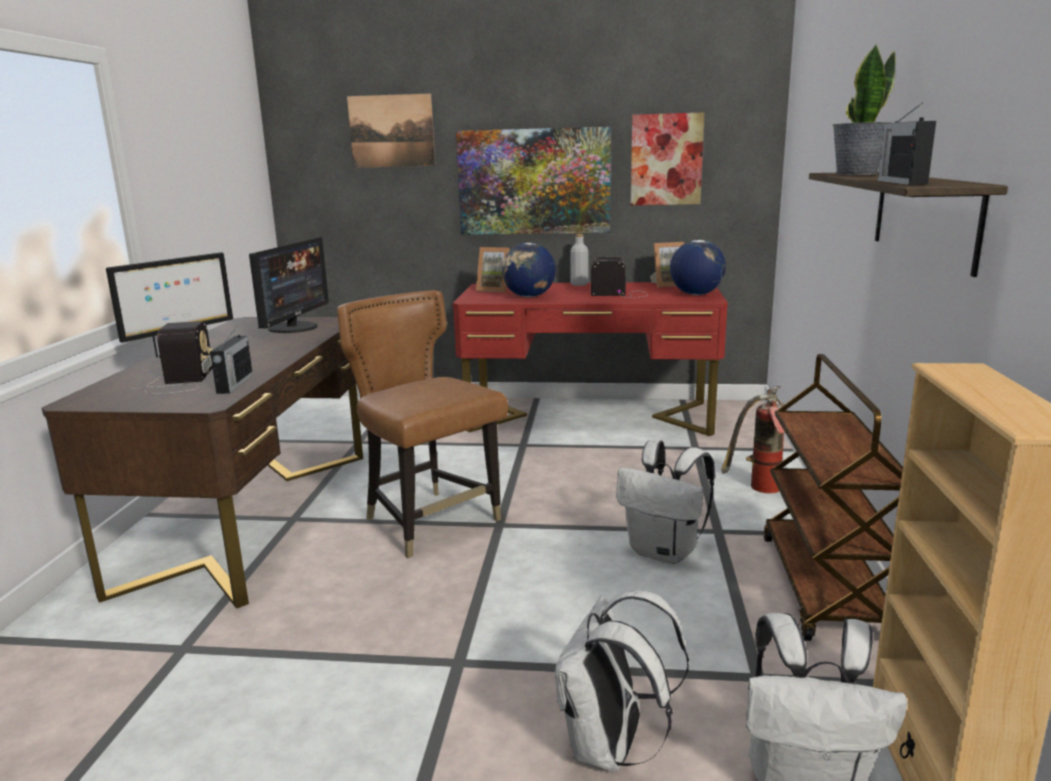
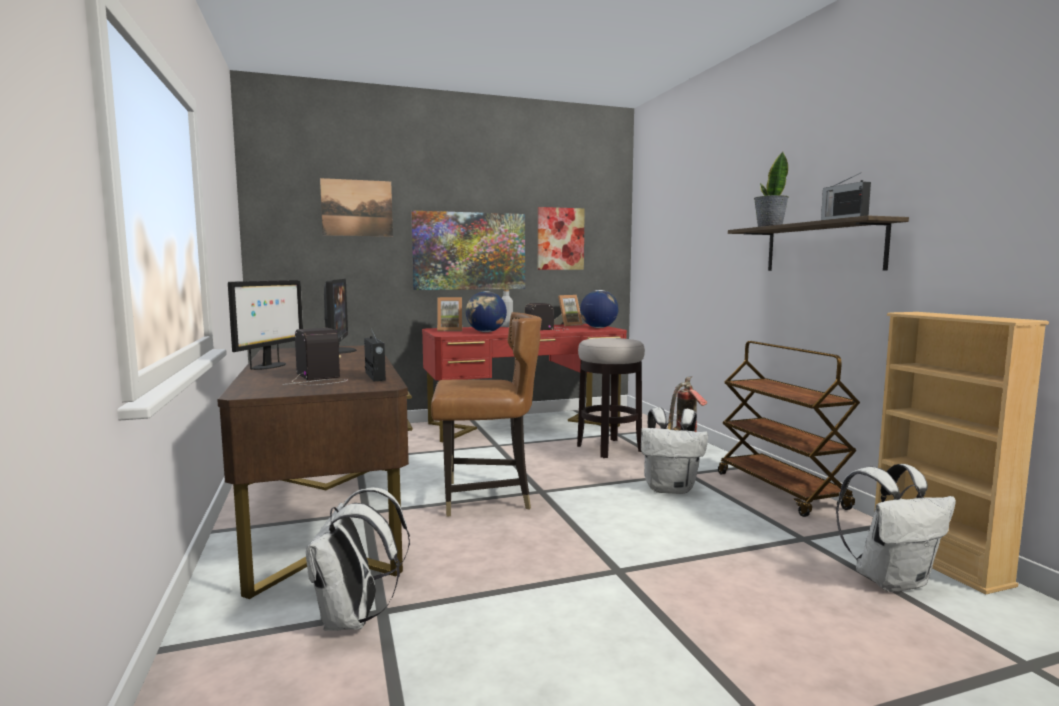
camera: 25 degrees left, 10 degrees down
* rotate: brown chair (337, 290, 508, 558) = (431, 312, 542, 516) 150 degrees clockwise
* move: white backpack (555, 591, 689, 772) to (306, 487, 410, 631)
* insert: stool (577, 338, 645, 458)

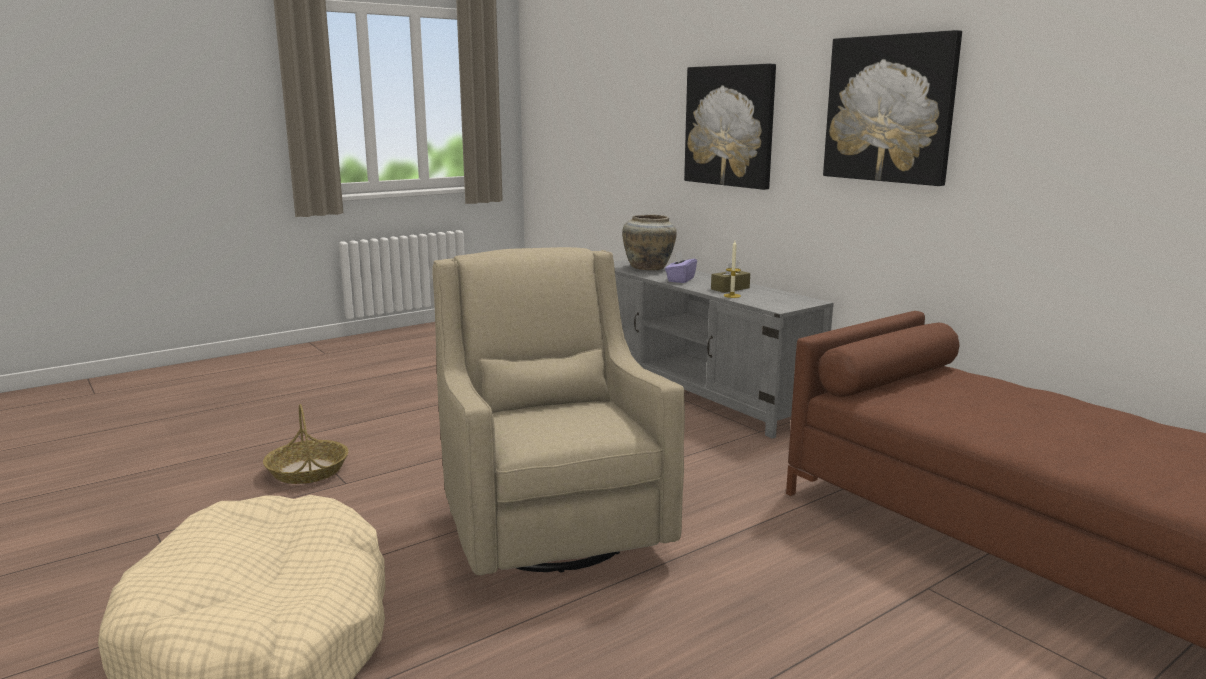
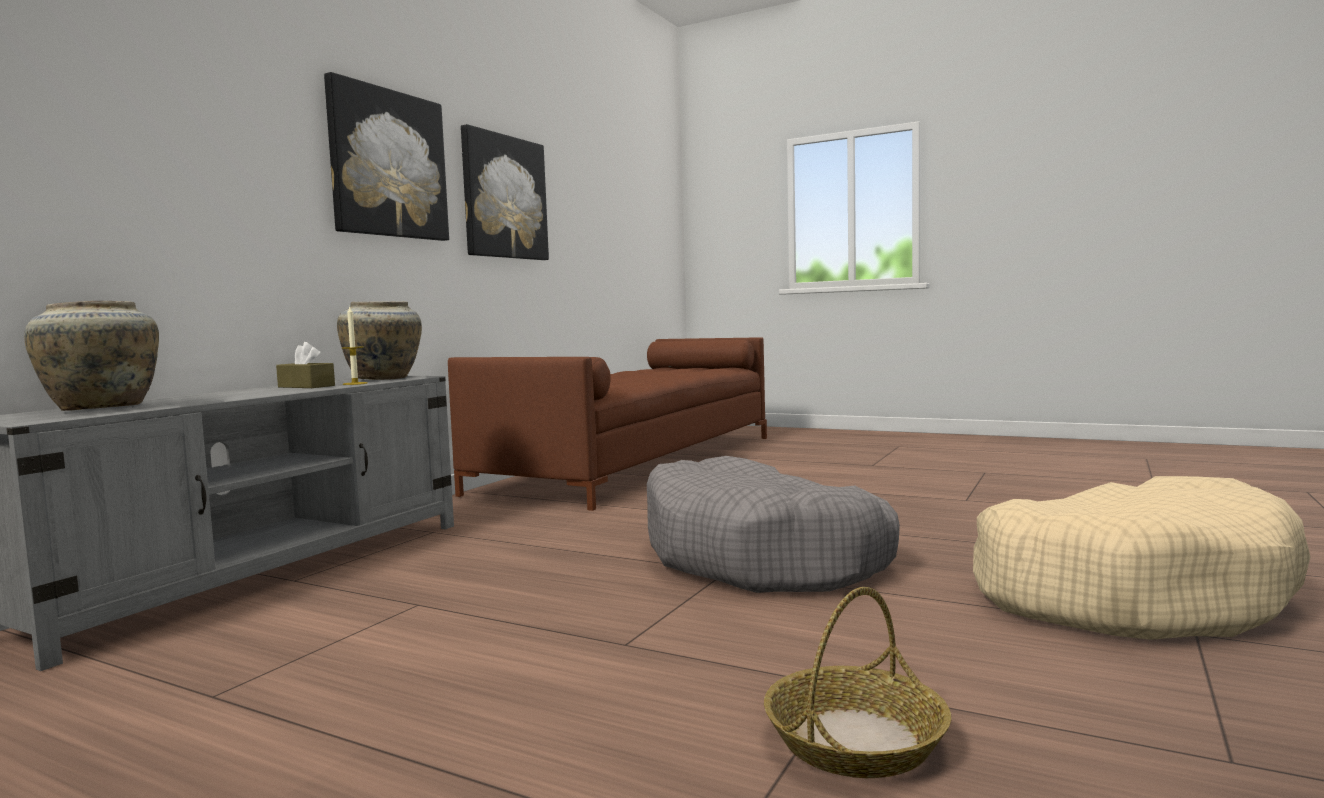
camera: 115 degrees left, 10 degrees down
* move: picture (684, 64, 776, 190) to (461, 124, 549, 260)
* replace: beige armchair (432, 247, 685, 575) to grey dog bed (647, 456, 900, 593)
* delete: purple tissue box (665, 251, 697, 283)
* insert: beige vase (337, 301, 422, 380)

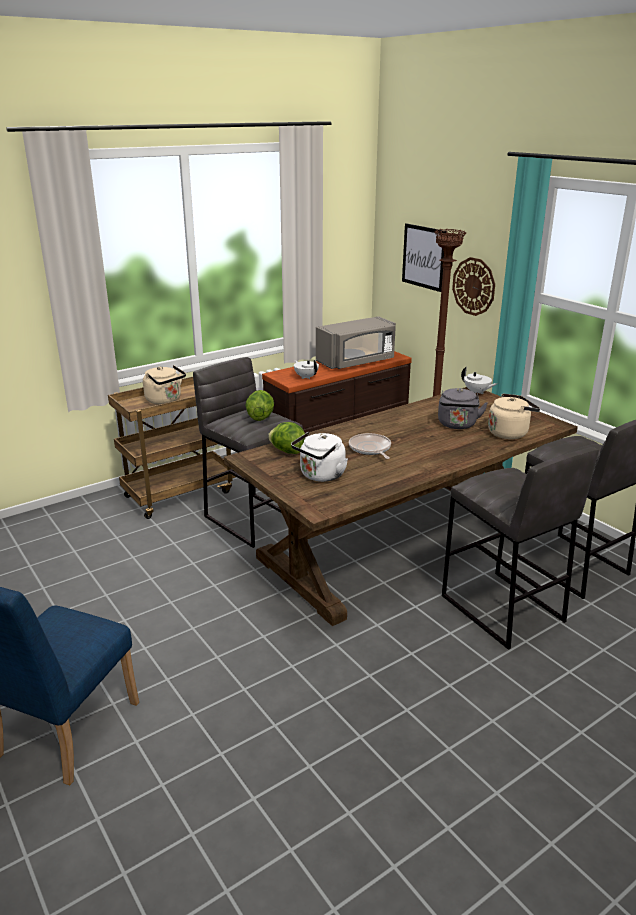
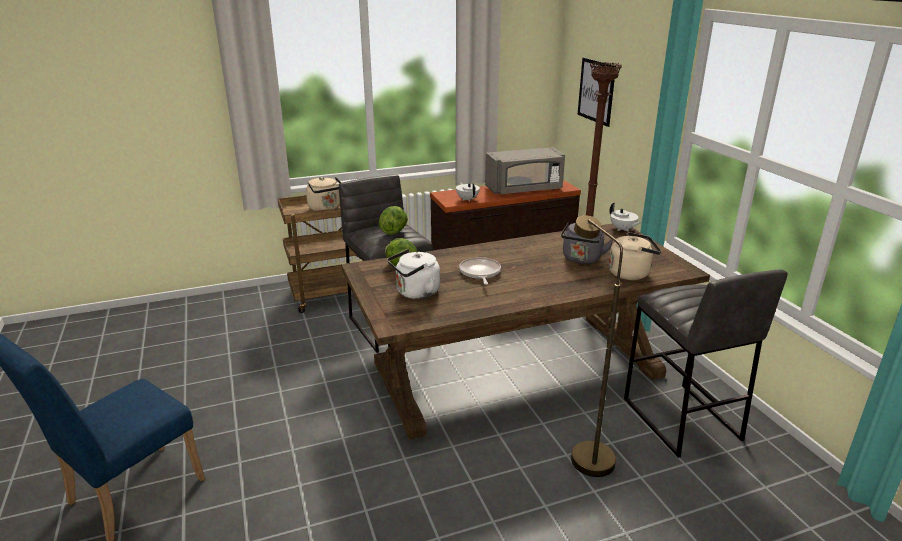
camera: 15 degrees right, 0 degrees up
* delete: wall clock (452, 257, 495, 316)
* replace: grey stool (442, 447, 599, 650) to brown floor lamp (571, 215, 623, 477)

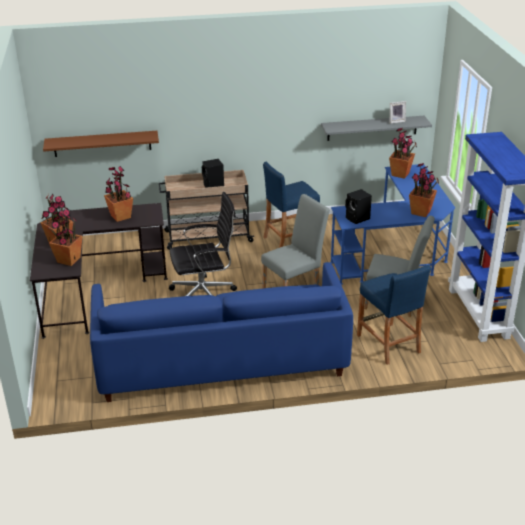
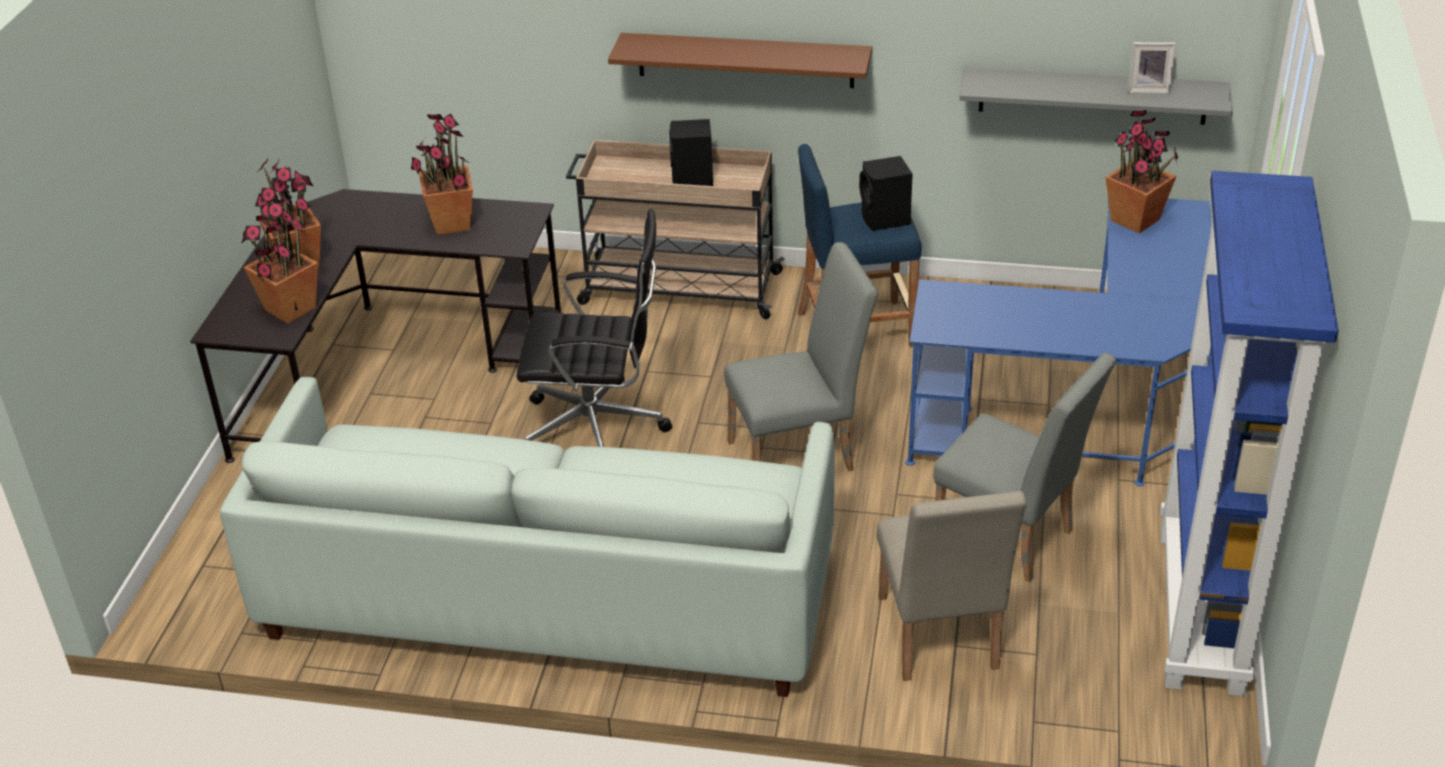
camera: 20 degrees right, 5 degrees up
* move: brown shelf (43, 131, 159, 157) to (608, 33, 872, 88)
* delete: potted plant (409, 163, 439, 217)
* move: black speaker (345, 189, 372, 224) to (859, 156, 913, 231)
* recolor: blue sofa (90, 262, 353, 402) to white sofa (220, 377, 834, 697)
* replace: blue stool (357, 265, 431, 365) to beige chair (877, 491, 1026, 681)

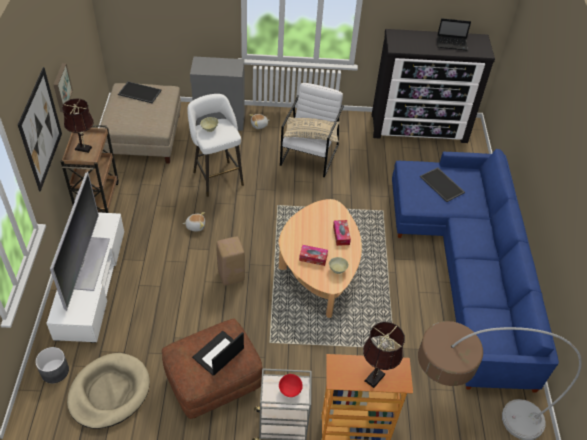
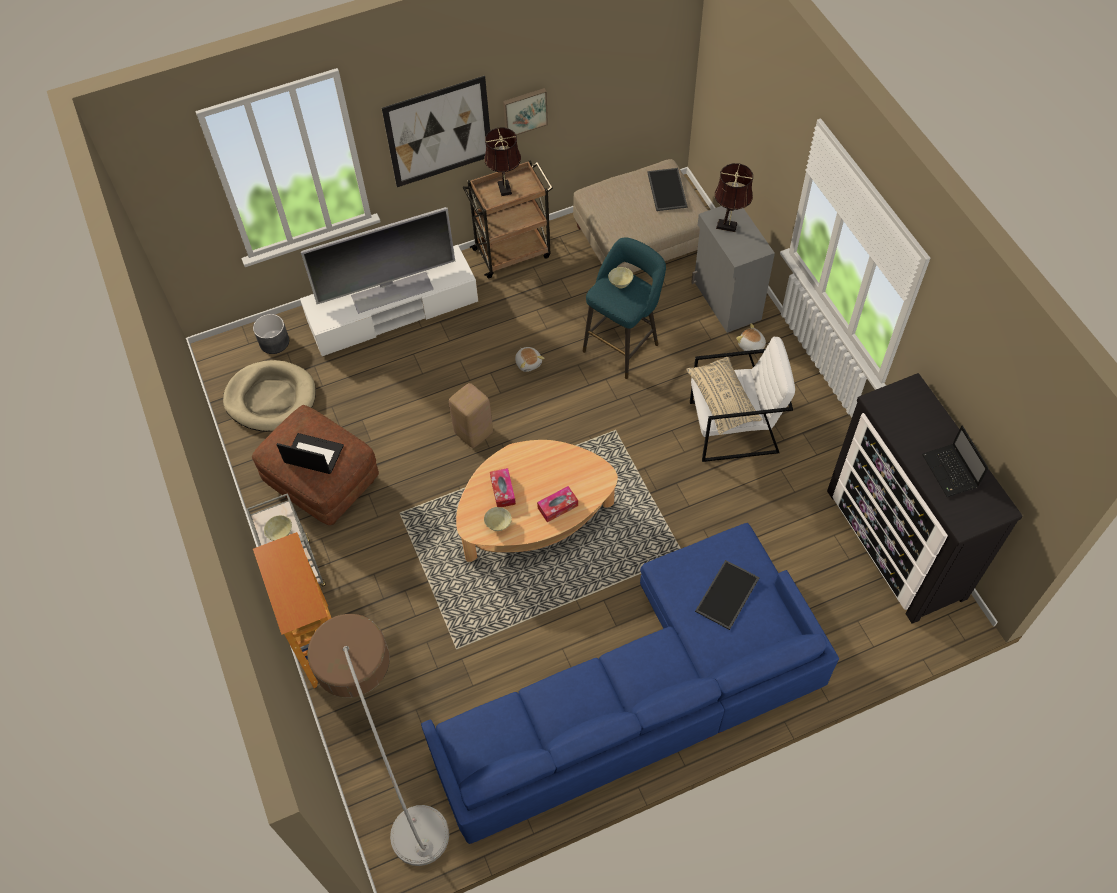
camera: 70 degrees right, 10 degrees up
* recolor: white stool (187, 94, 244, 197) to turquoise stool (583, 237, 666, 379)
* move: brown table lamp (363, 322, 405, 388) to (715, 163, 753, 232)
* recolor: red bowl (279, 374, 303, 397) to beige bowl (264, 515, 292, 541)

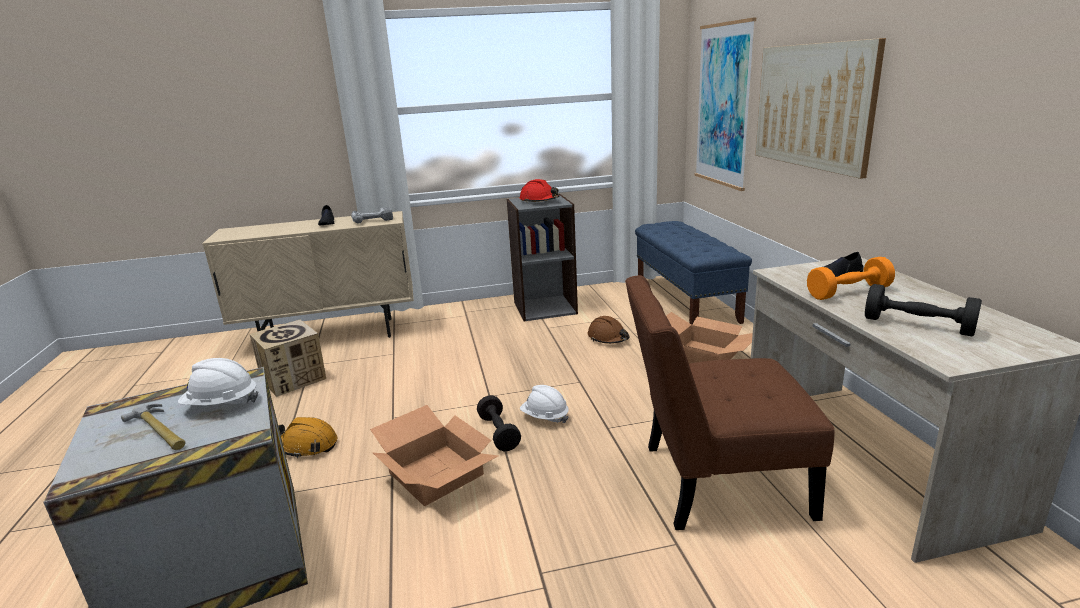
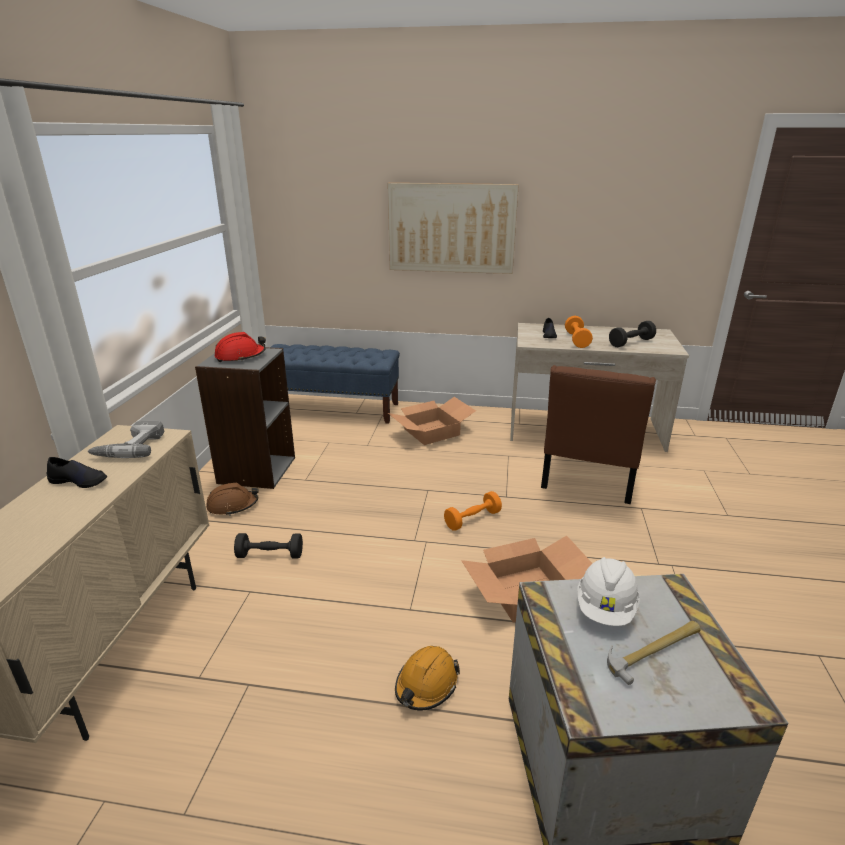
camera: 70 degrees left, 5 degrees up
* delete: picture (694, 17, 756, 191)
* move: brown hard hat (588, 316, 630, 344) to (206, 483, 259, 516)
* delete: cardboard box (249, 319, 326, 397)
* replace: white hard hat (520, 385, 569, 423) to orange dumbbell (444, 491, 502, 531)
* move: black dumbbell (477, 395, 521, 451) to (234, 533, 303, 559)

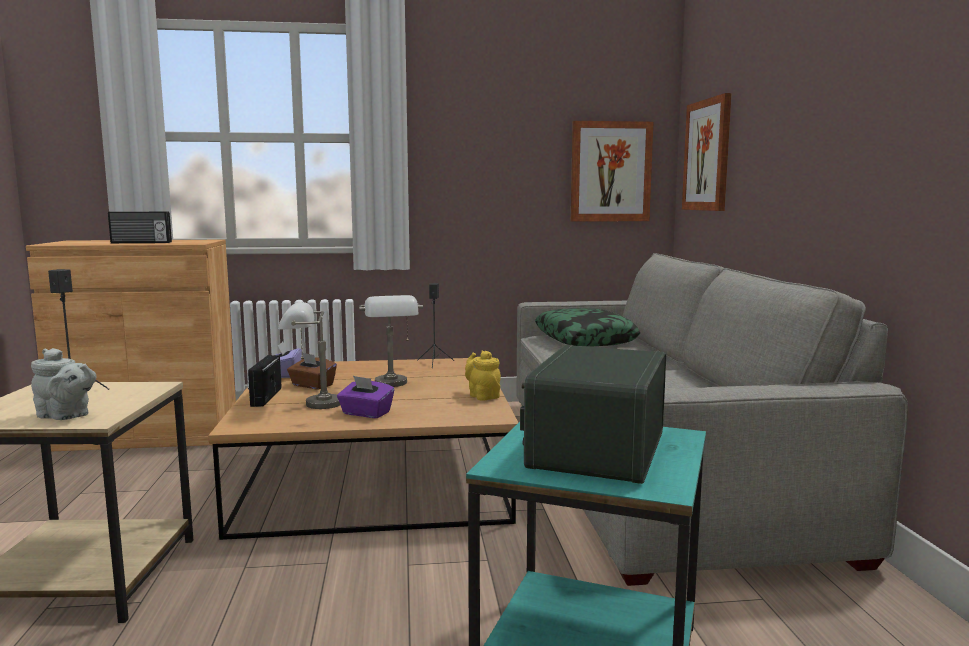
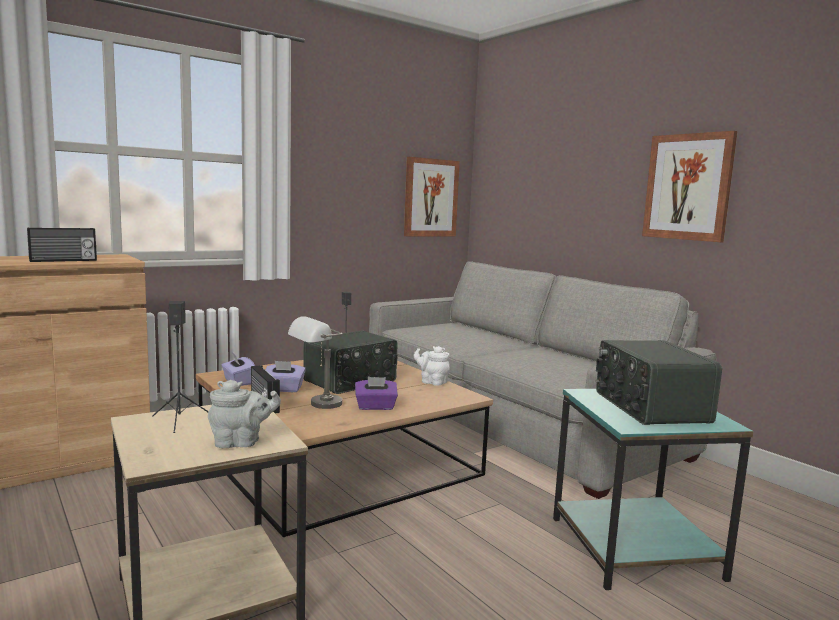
camera: 30 degrees left, 0 degrees up
* move: picture (682, 93, 732, 211) to (642, 131, 738, 242)
* replace: grey table lamp (359, 295, 423, 387) to radio (303, 331, 398, 394)
* delete: pillow (535, 308, 640, 347)
* recolor: yellow teapot (465, 351, 501, 401) to white teapot (414, 346, 450, 386)
* recolor: brown tissue box (287, 352, 337, 390) to purple tissue box (265, 361, 306, 392)

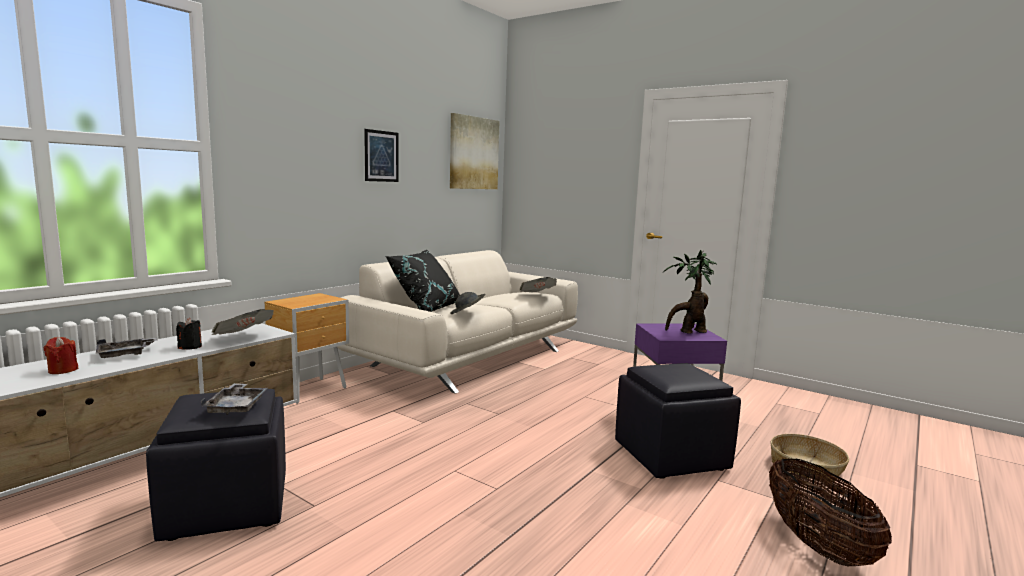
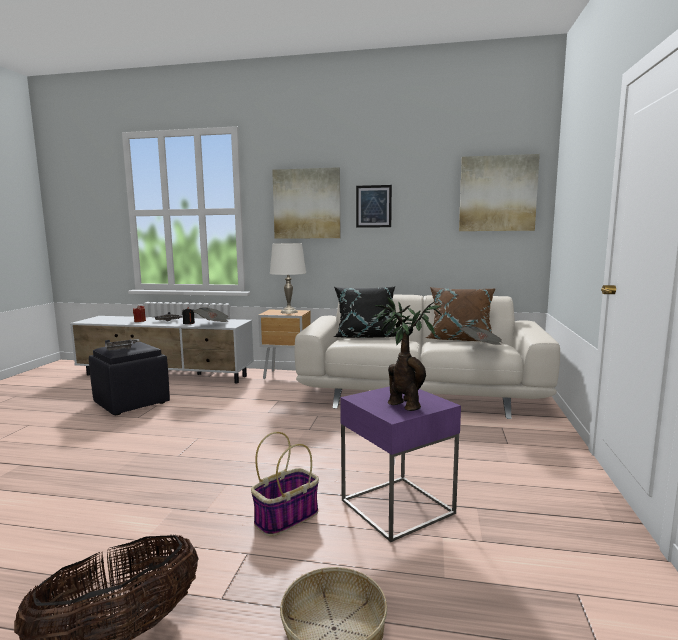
camera: 65 degrees right, 0 degrees up
* delete: grey hat (450, 292, 486, 314)
* replace: black ottoman (615, 363, 741, 479) to basket (251, 432, 319, 536)
* insert: picture (272, 167, 341, 239)
* insert: white table lamp (270, 243, 306, 314)
* insert: brown pillow (426, 287, 496, 341)

